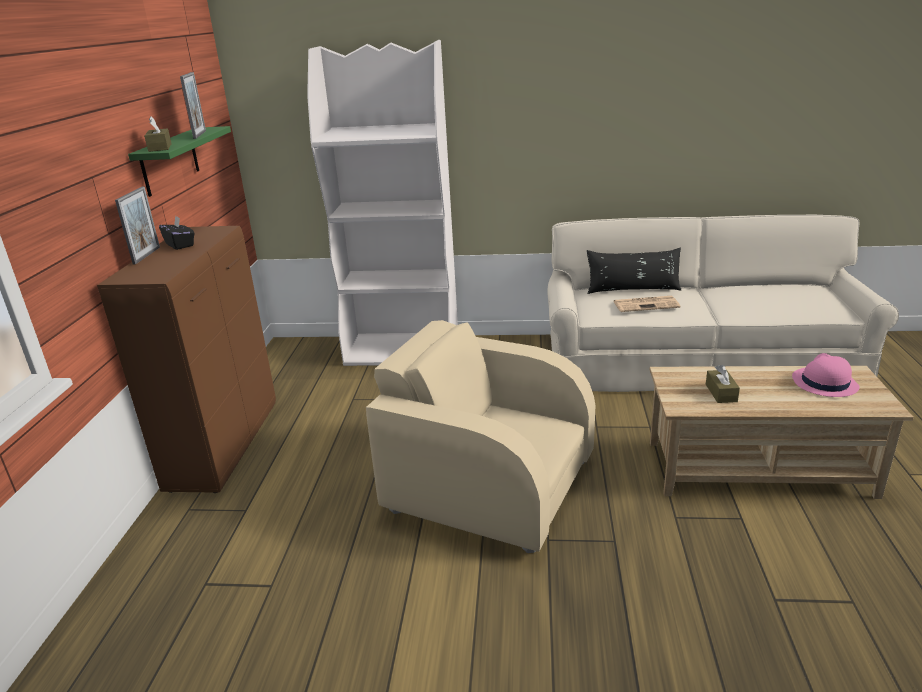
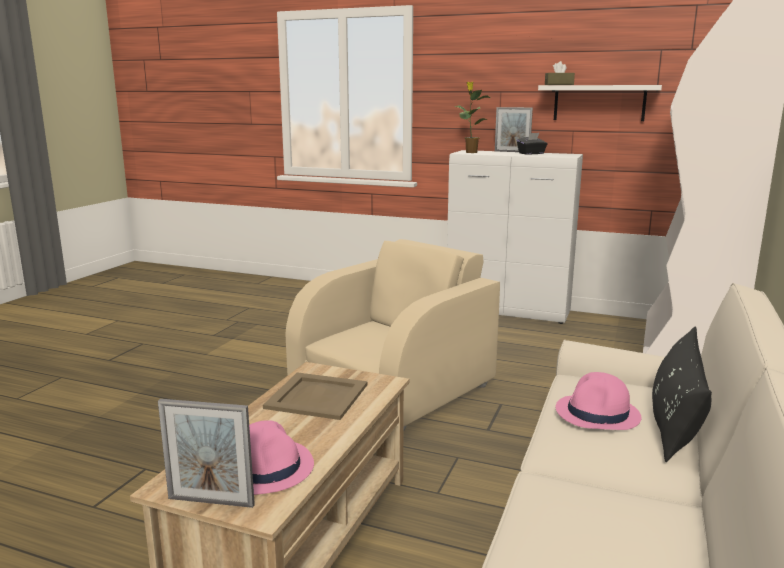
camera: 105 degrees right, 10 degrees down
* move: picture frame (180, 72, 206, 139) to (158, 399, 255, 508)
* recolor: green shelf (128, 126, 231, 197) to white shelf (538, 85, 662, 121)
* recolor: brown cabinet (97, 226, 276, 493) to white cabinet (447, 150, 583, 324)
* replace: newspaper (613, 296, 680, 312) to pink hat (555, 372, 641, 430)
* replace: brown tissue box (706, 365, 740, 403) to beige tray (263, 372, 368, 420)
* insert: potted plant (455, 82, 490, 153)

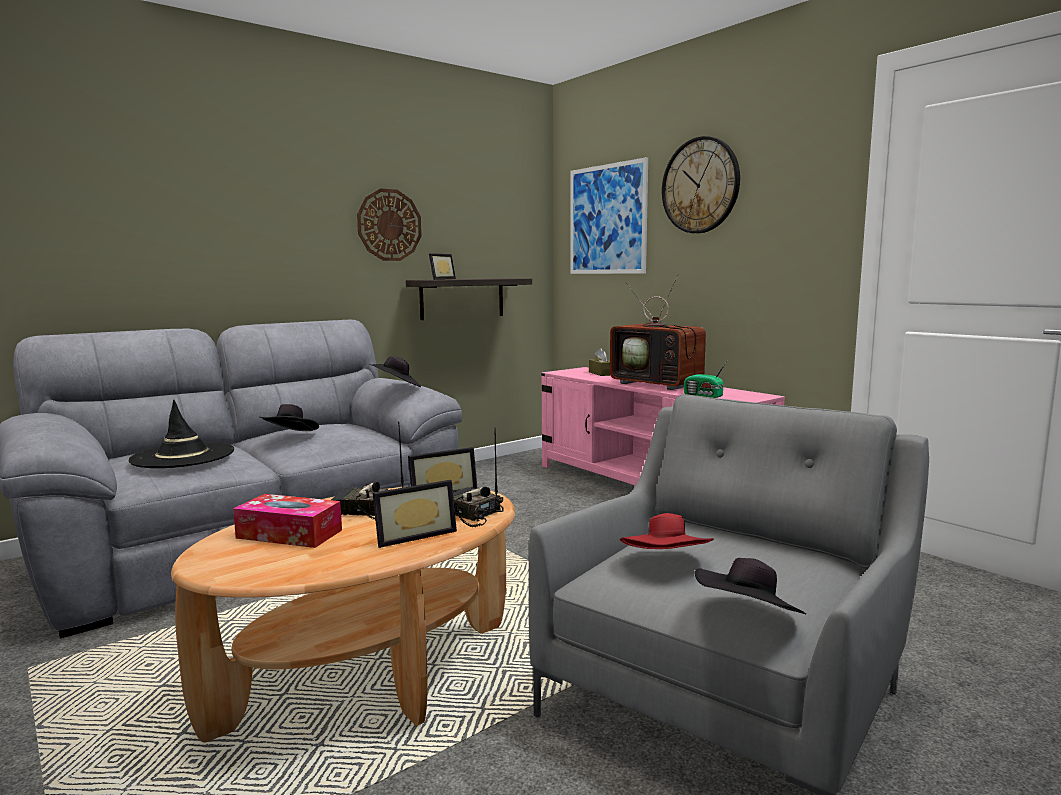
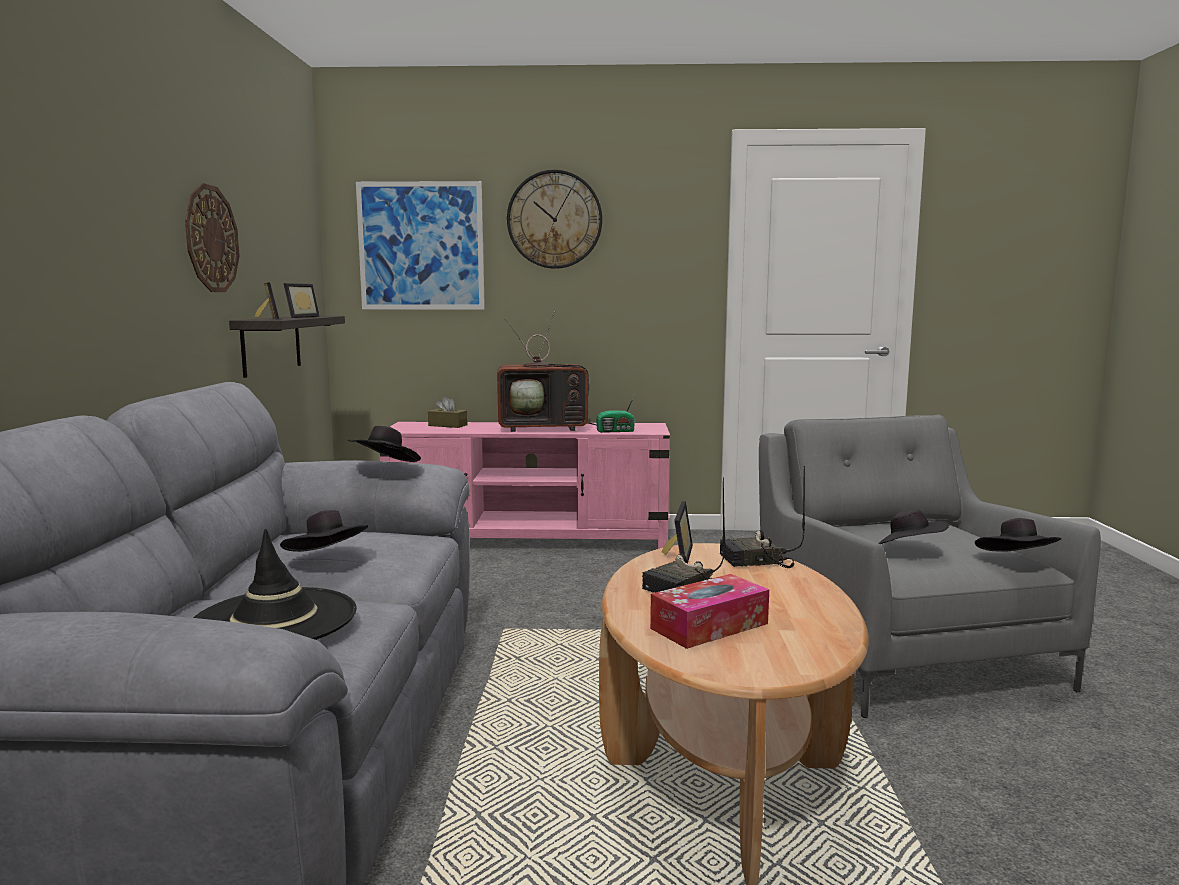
camera: 50 degrees left, 0 degrees up
* move: picture frame (373, 480, 457, 548) to (284, 283, 320, 318)
* recolor: red hat (620, 513, 714, 549) to black hat (878, 510, 949, 544)

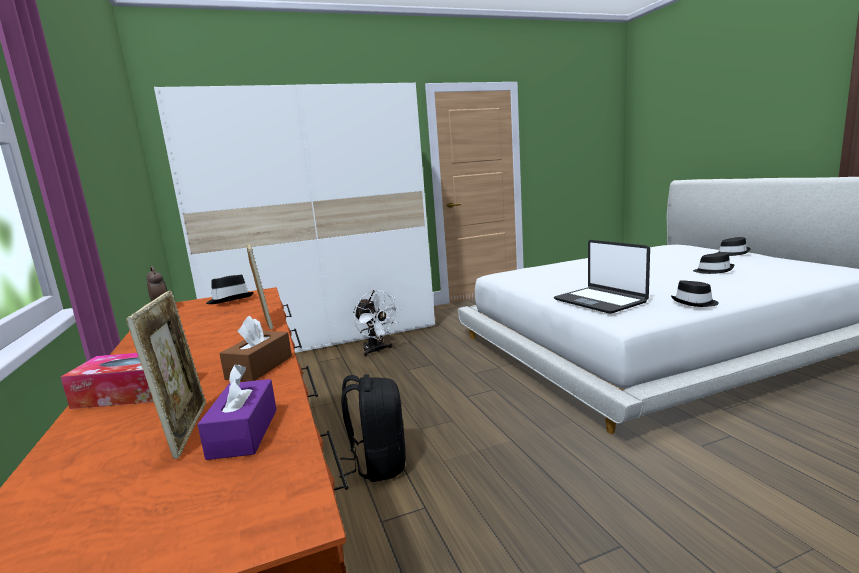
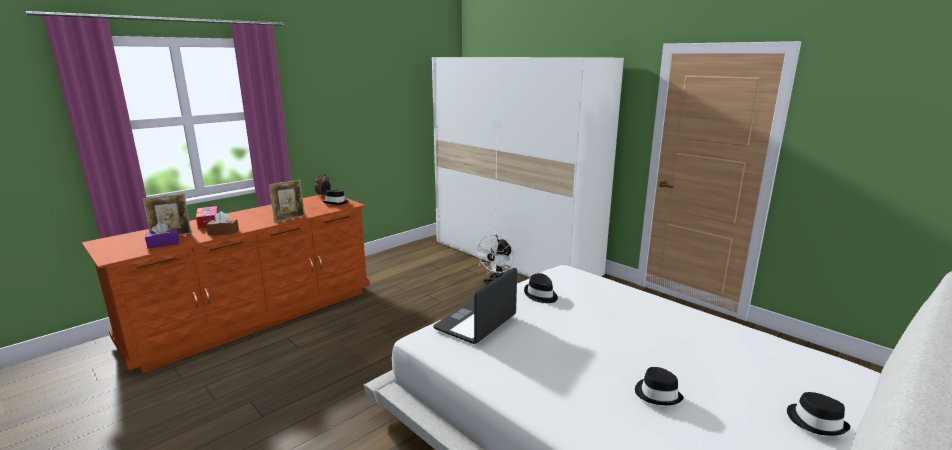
camera: 65 degrees right, 5 degrees up
* move: black hat (671, 280, 719, 307) to (524, 273, 558, 303)
* delete: black backpack (339, 375, 406, 482)

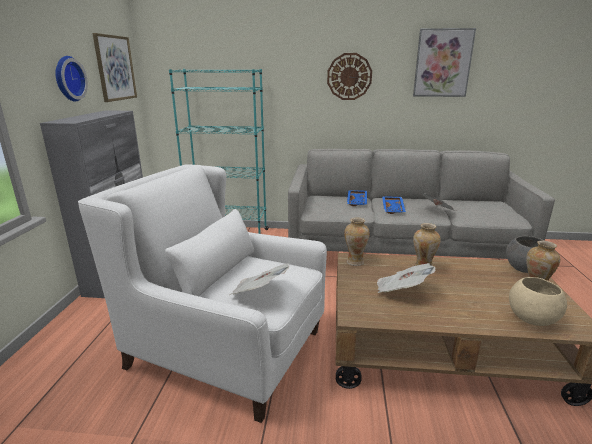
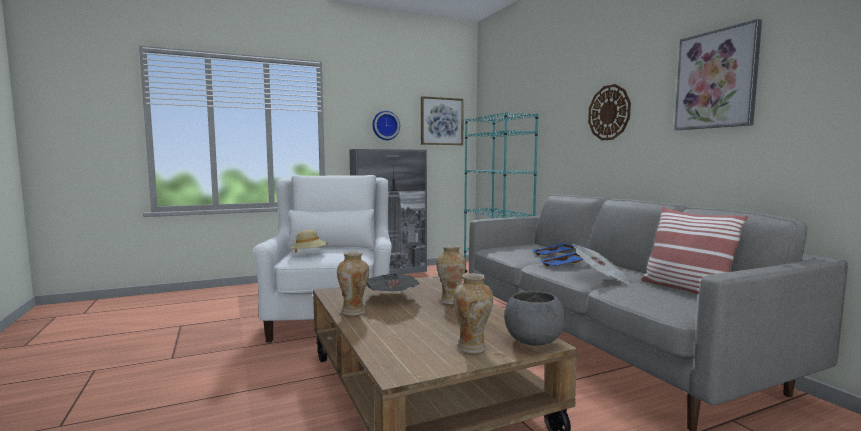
camera: 60 degrees right, 15 degrees down
* move: vase (344, 218, 370, 266) to (337, 252, 369, 316)
* replace: newspaper (229, 263, 289, 295) to beige hat (290, 229, 328, 253)
* delete: beige bowl (509, 277, 567, 326)
* insert: pillow (641, 207, 748, 295)

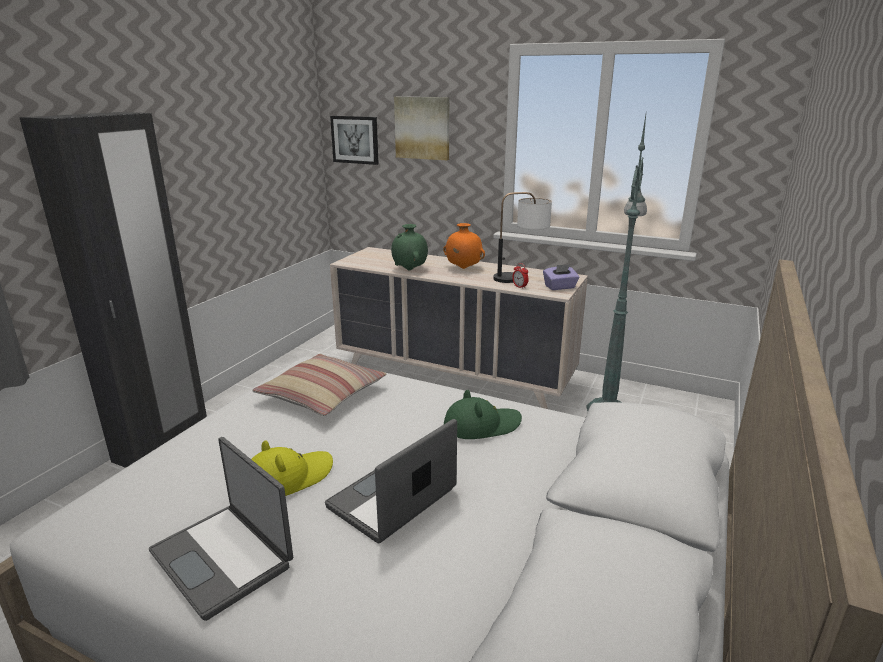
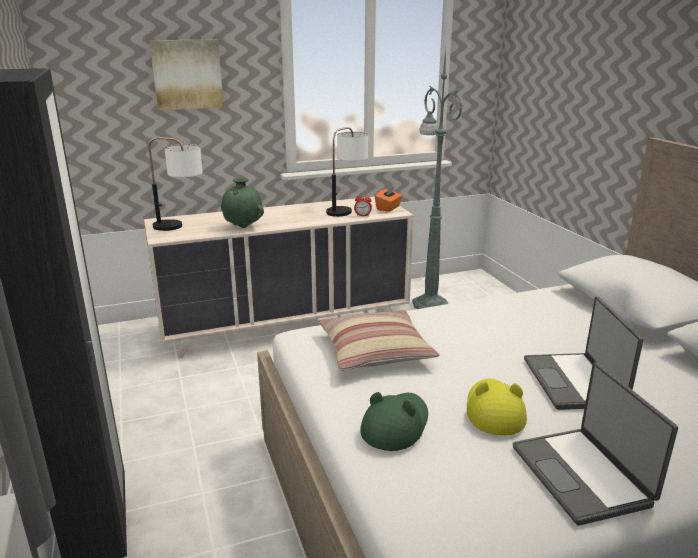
camera: 45 degrees left, 0 degrees up
* delete: picture (330, 116, 379, 165)
* delete: orange vase (443, 223, 485, 269)
* recolor: purple tissue box (543, 264, 579, 290) to orange tissue box (375, 186, 402, 212)
* move: green hat (444, 390, 522, 439) to (360, 392, 428, 451)
* rotate: laptop (149, 437, 293, 621) = (513, 363, 678, 526) 75 degrees clockwise
* insert: table lamp (149, 137, 203, 231)

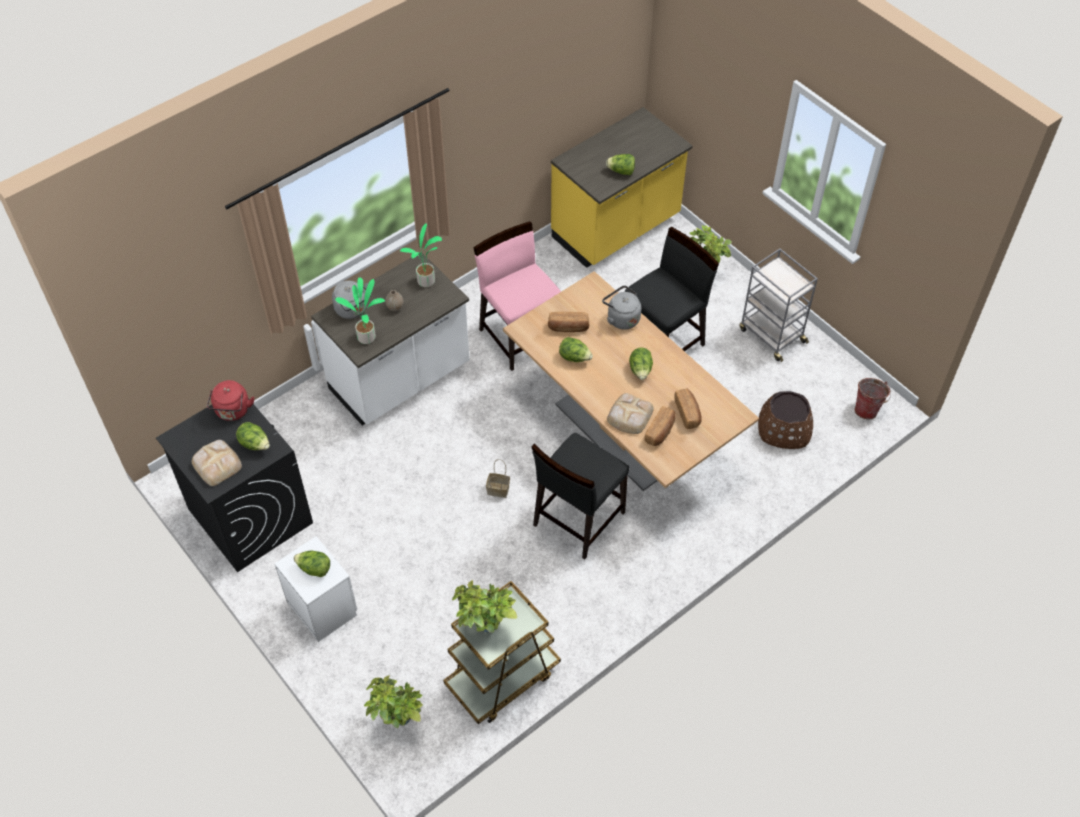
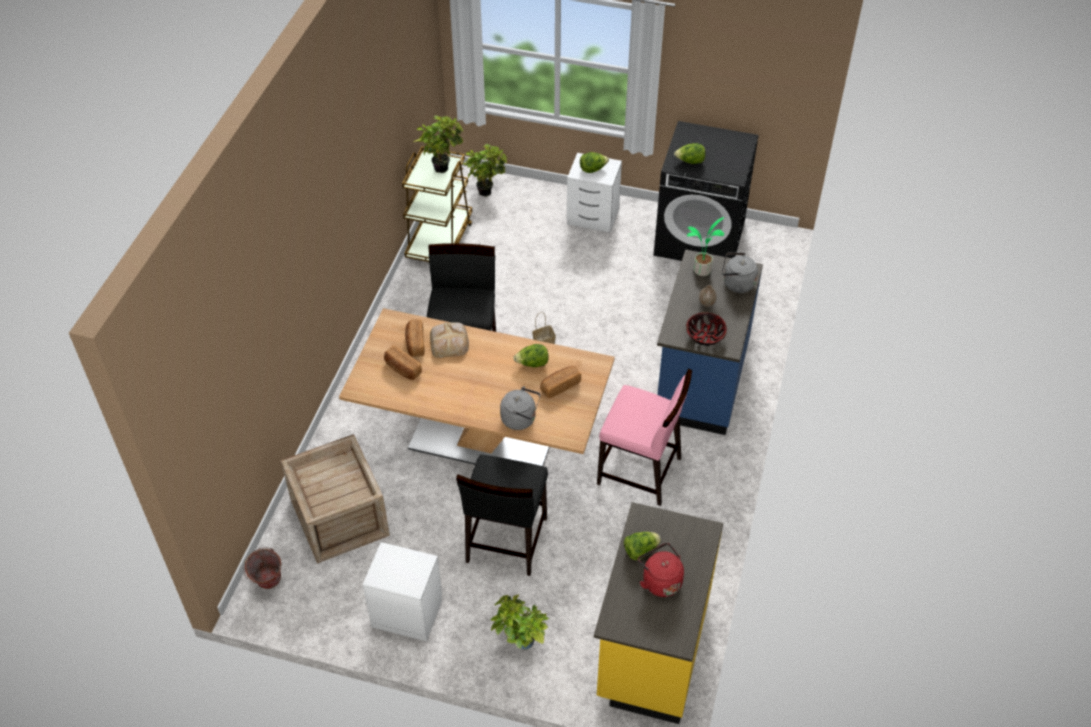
camera: 145 degrees right, 5 degrees down
* replace: potted plant (400, 223, 442, 287) to bowl (686, 313, 727, 346)
* replace: grey cart (740, 249, 818, 362) to white nightstand (363, 542, 442, 641)
* recolor: white counter (311, 252, 470, 425) to blue counter (657, 249, 763, 435)
* delete: lettuce (629, 347, 653, 380)
* move: red kettle (207, 380, 254, 421) to (638, 543, 684, 597)
* replace: brown planter (758, 391, 813, 449) to crate (280, 434, 390, 563)
* delete: bread (192, 440, 242, 486)

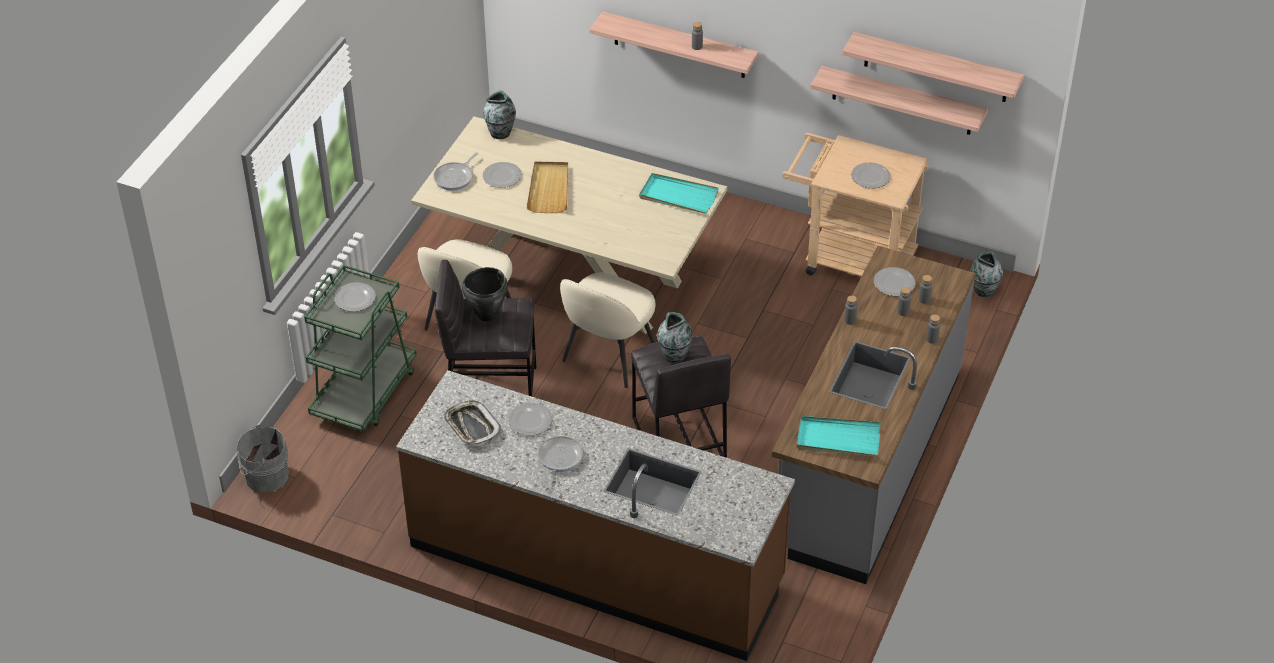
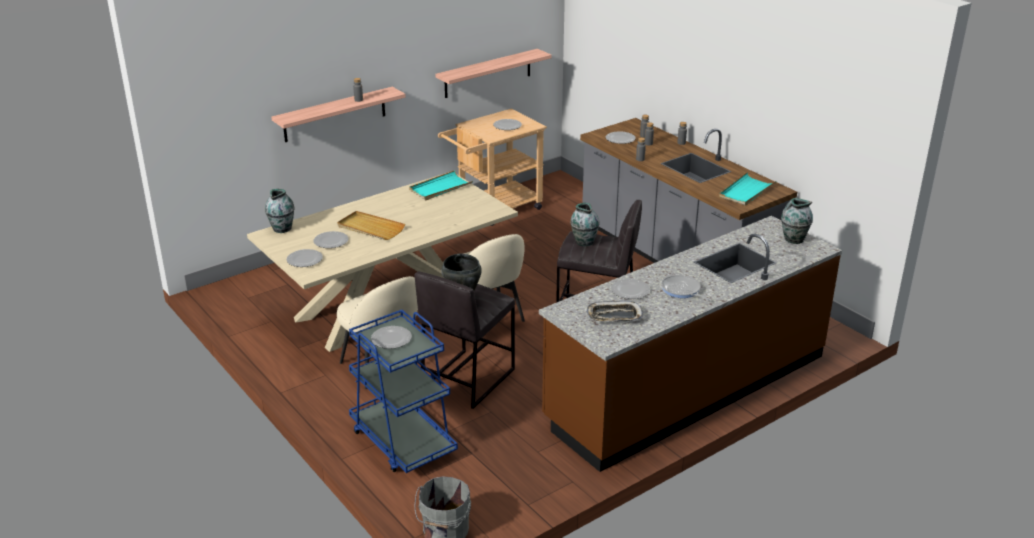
camera: 60 degrees left, 15 degrees down
* delete: shelf (842, 32, 1024, 102)
* replace: frying pan (433, 152, 478, 191) to plate (286, 249, 323, 267)
* move: vase (970, 251, 1003, 297) to (781, 198, 813, 244)
* recolor: green cart (304, 265, 417, 431) to blue cart (349, 309, 458, 473)

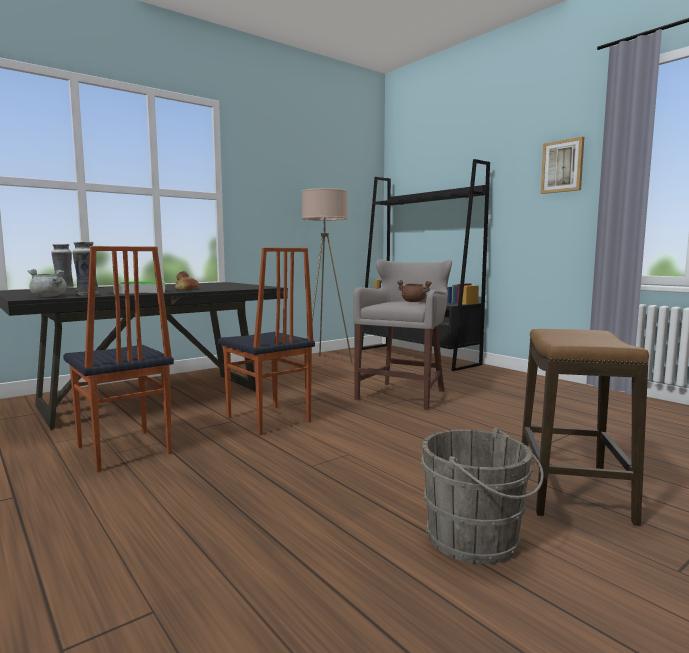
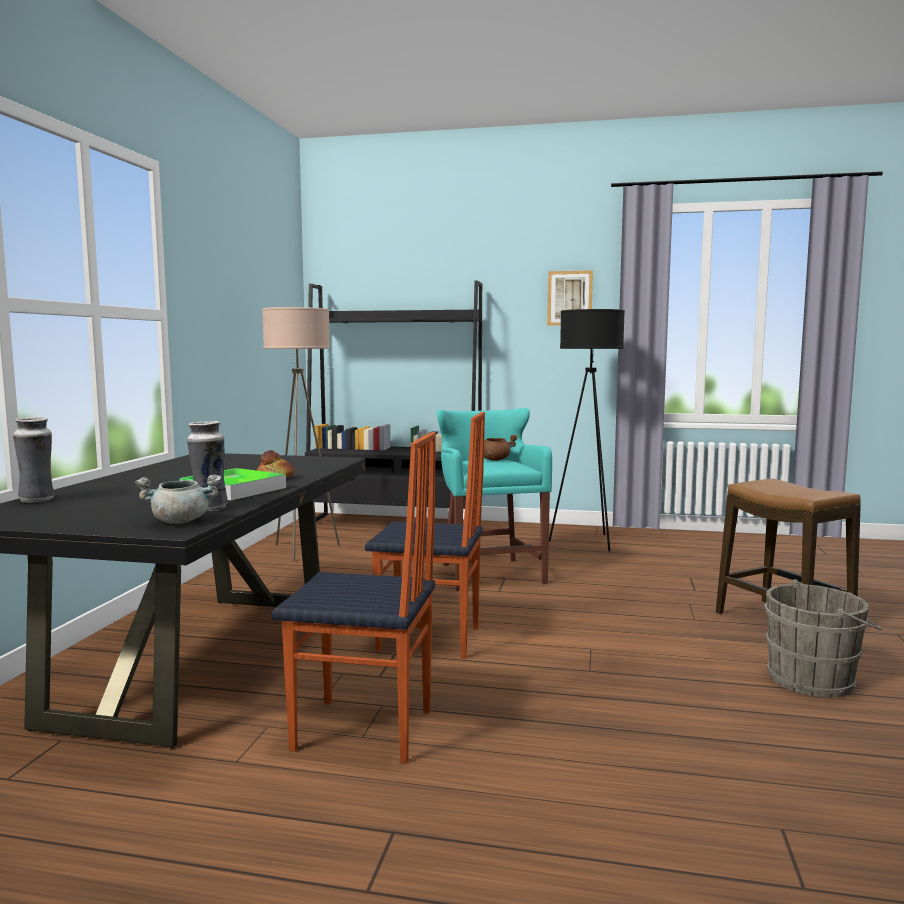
camera: 40 degrees left, 0 degrees up
* recolor: grey stool (353, 260, 452, 410) to turquoise stool (437, 408, 552, 591)
* insert: black floor lamp (549, 309, 625, 551)

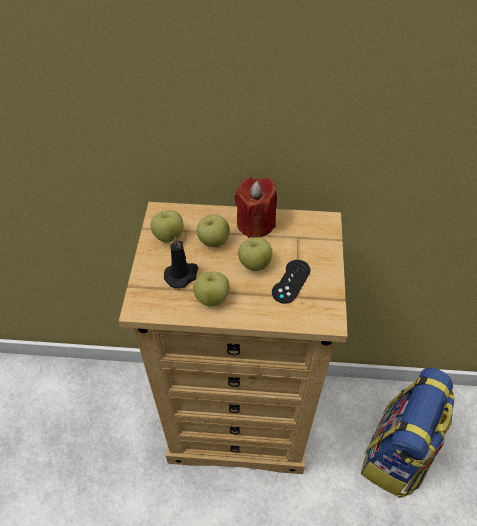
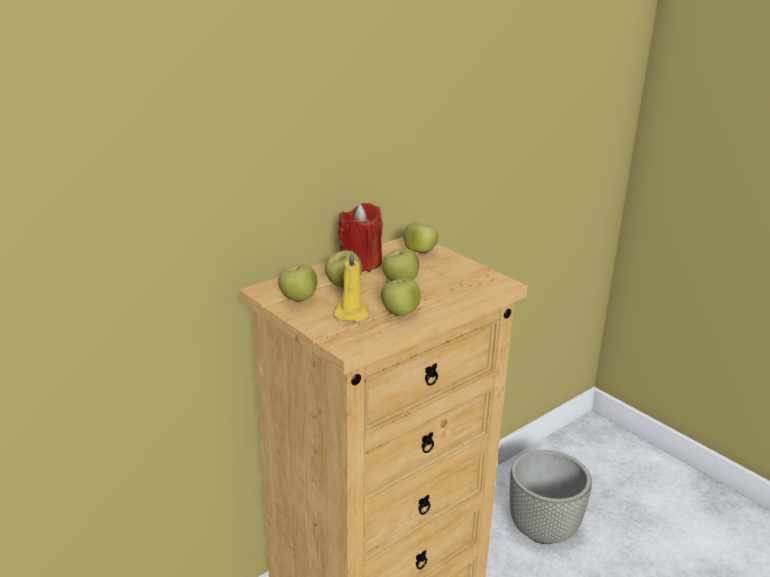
camera: 45 degrees left, 25 degrees down
* recolor: black candle (164, 236, 198, 288) to yellow candle (333, 250, 369, 322)
* delete: black game controller (272, 260, 310, 304)
* replace: backpack (361, 367, 454, 498) to grey planter (510, 450, 592, 544)
* insert: apple (404, 222, 438, 253)

